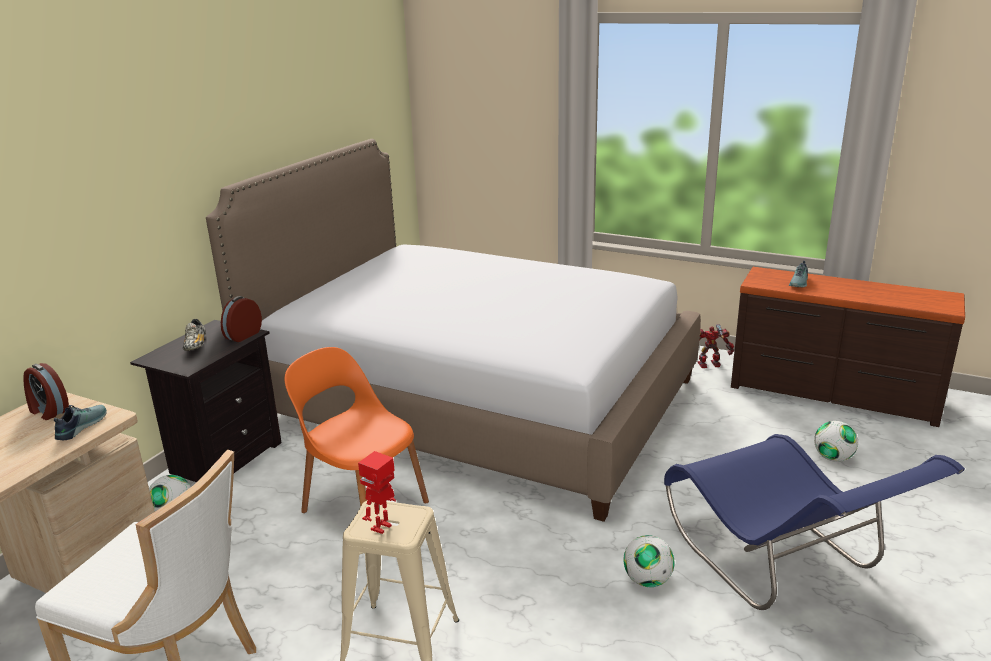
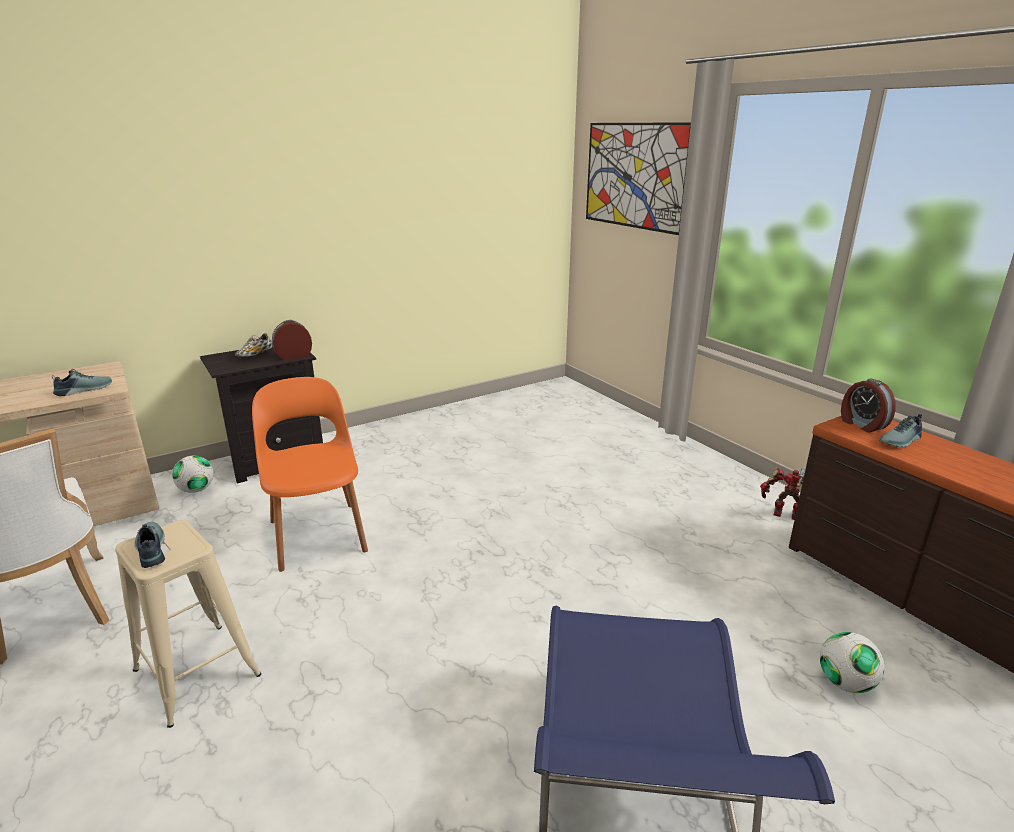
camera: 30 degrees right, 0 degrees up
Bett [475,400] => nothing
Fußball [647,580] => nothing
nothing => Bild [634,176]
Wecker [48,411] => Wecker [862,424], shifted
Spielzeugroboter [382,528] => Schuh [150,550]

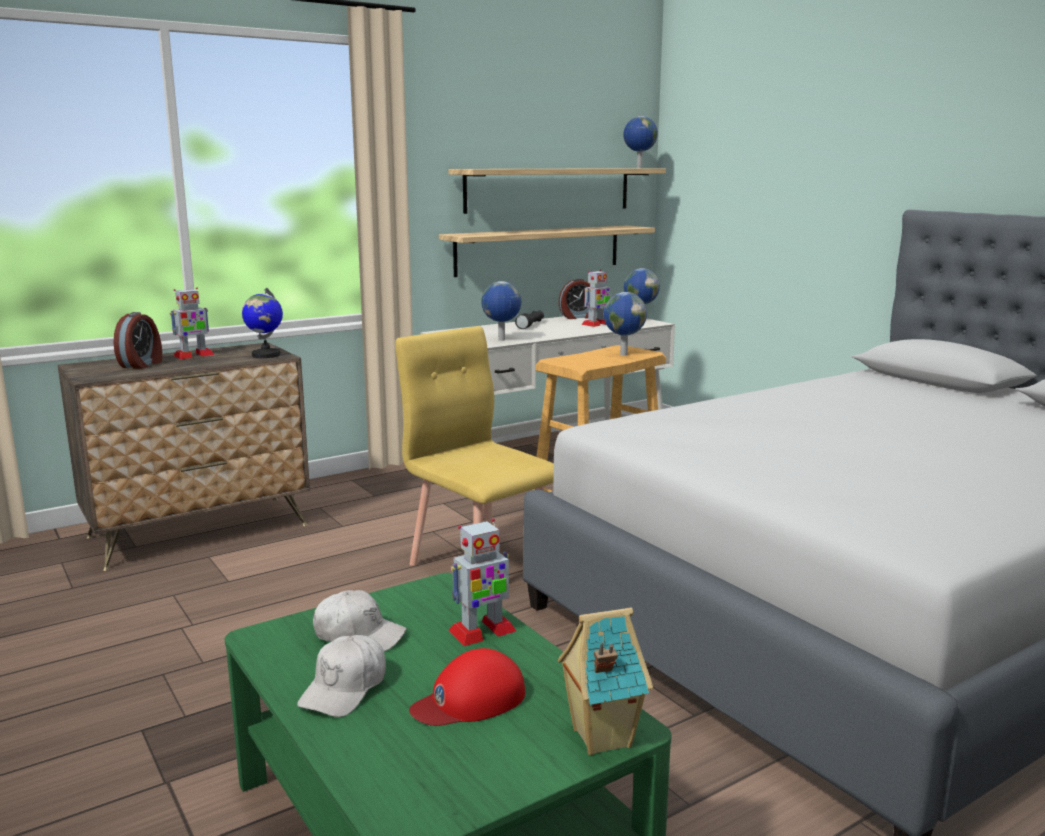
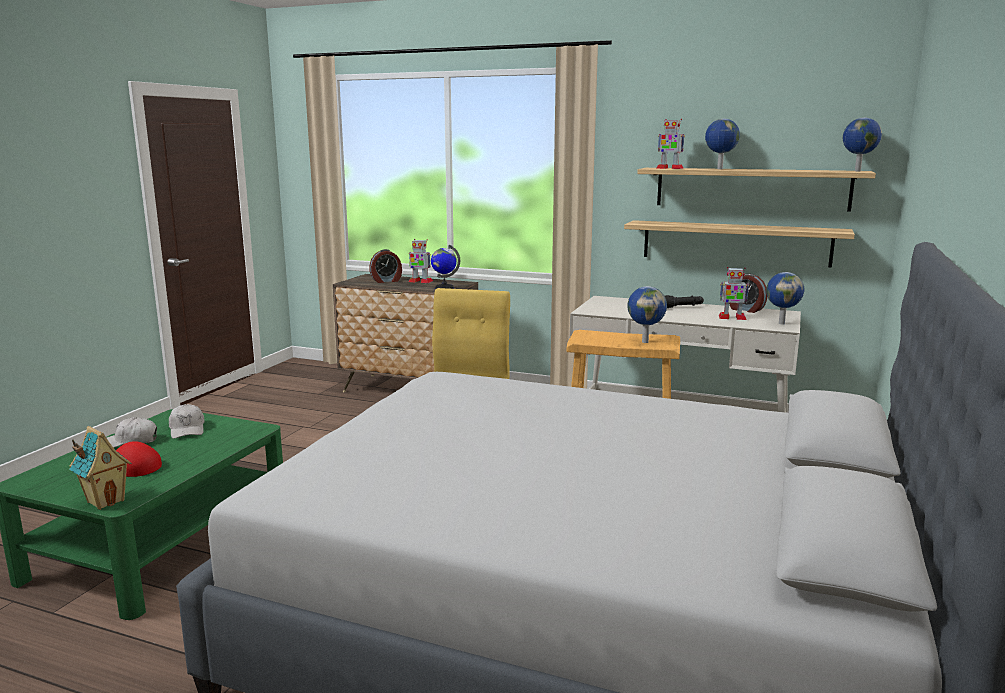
camera: 55 degrees right, 0 degrees up
Spielzeugroboter [481,631] => Spielzeugroboter [669,168], shifted
Globus [501,340] => Globus [719,169], shifted

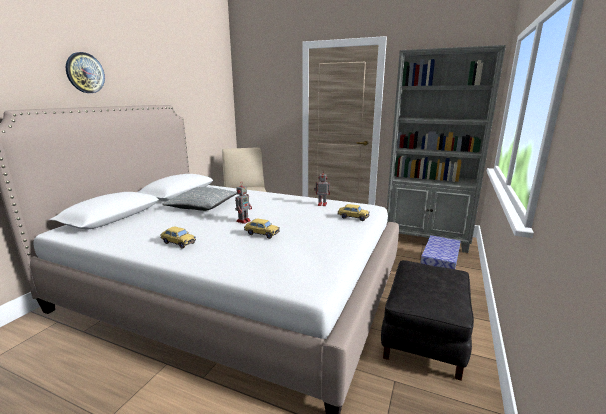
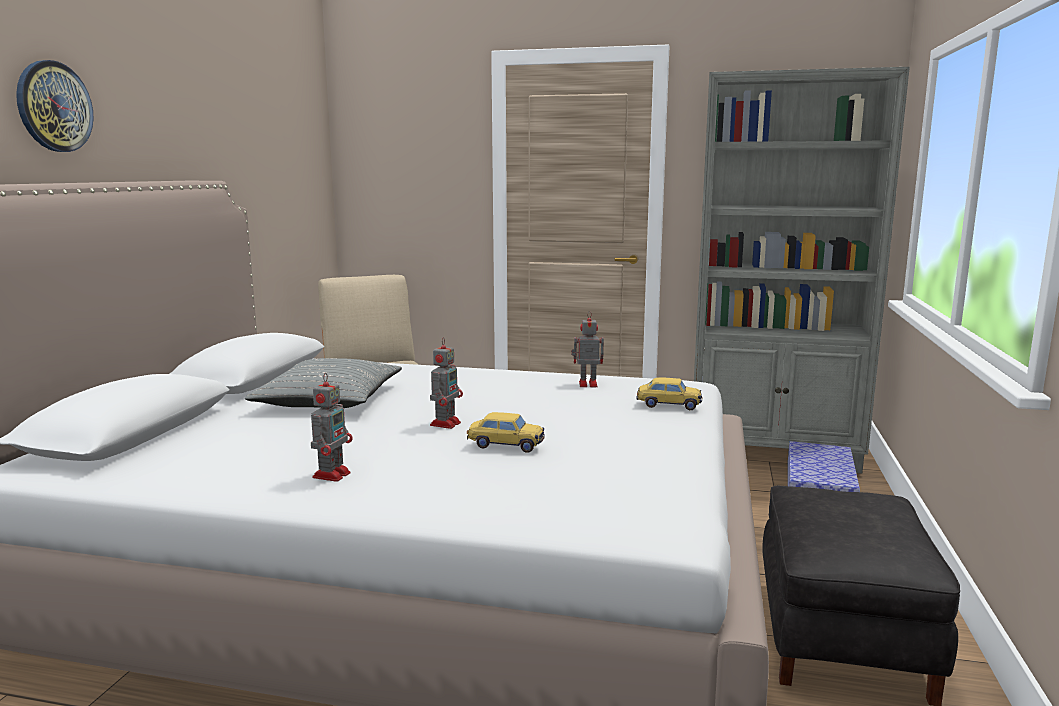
camera: 10 degrees left, 5 degrees down
Spielzeugauto [178,243] => Spielzeugroboter [332,474]

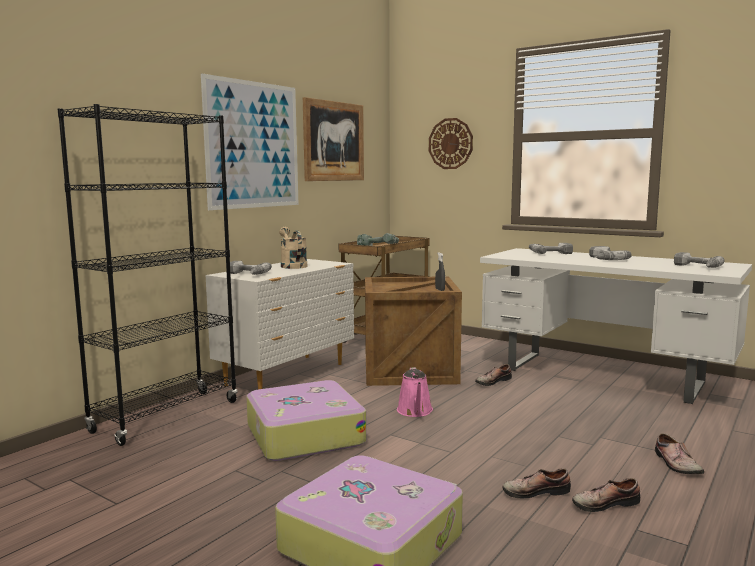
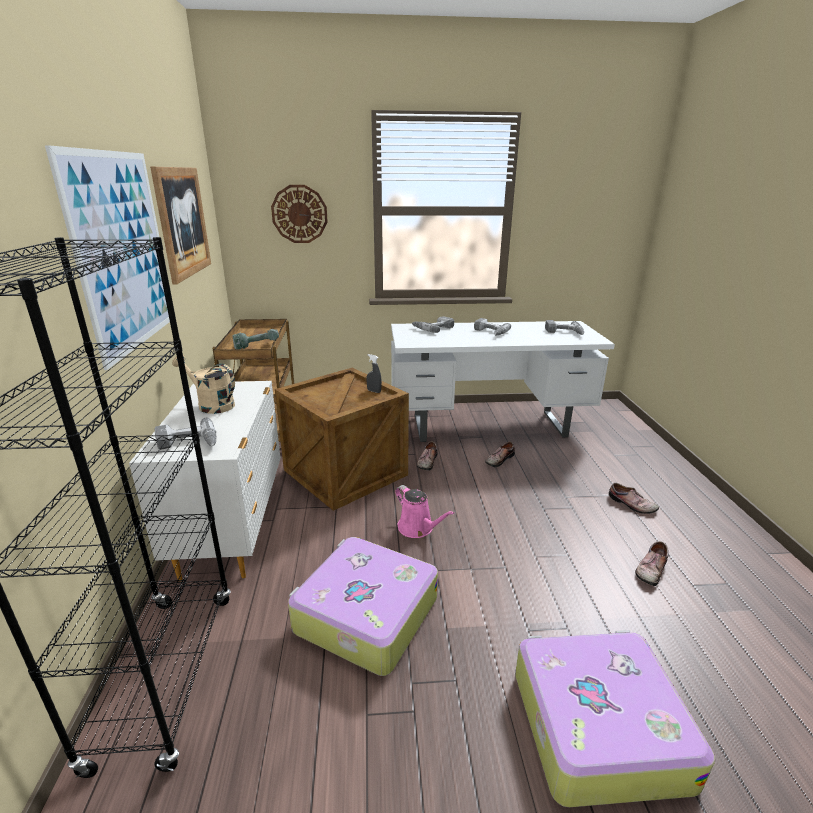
camera: 40 degrees left, 15 degrees up
Schuh [534,491] => Schuh [498,459], shifted

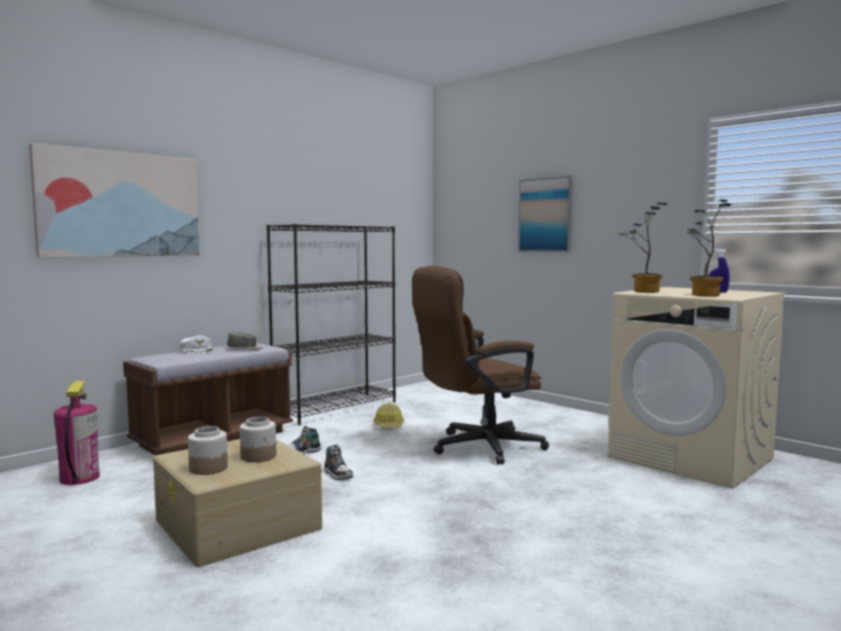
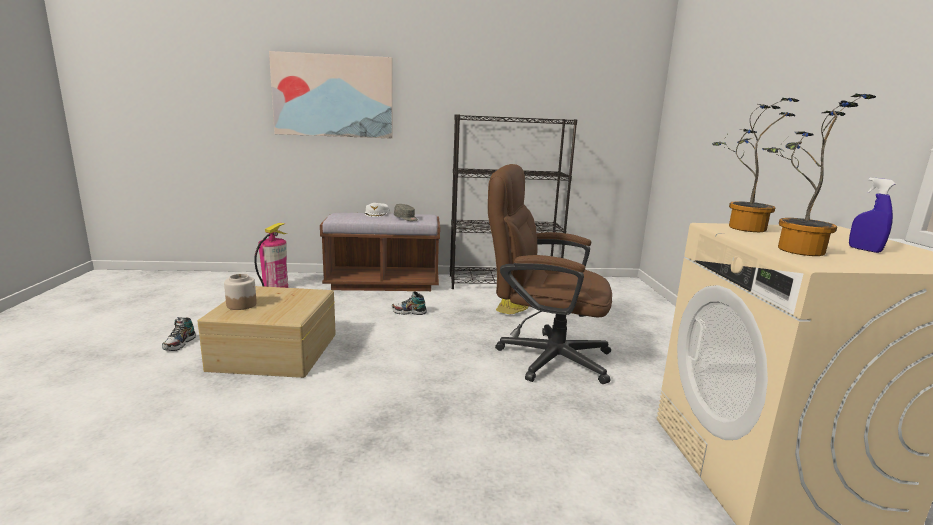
camera: 40 degrees right, 10 degrees up
Vorratsglas [259,456] => nothing
Bild [545,215] => nothing
Schuh [338,474] => Schuh [179,344], shifted

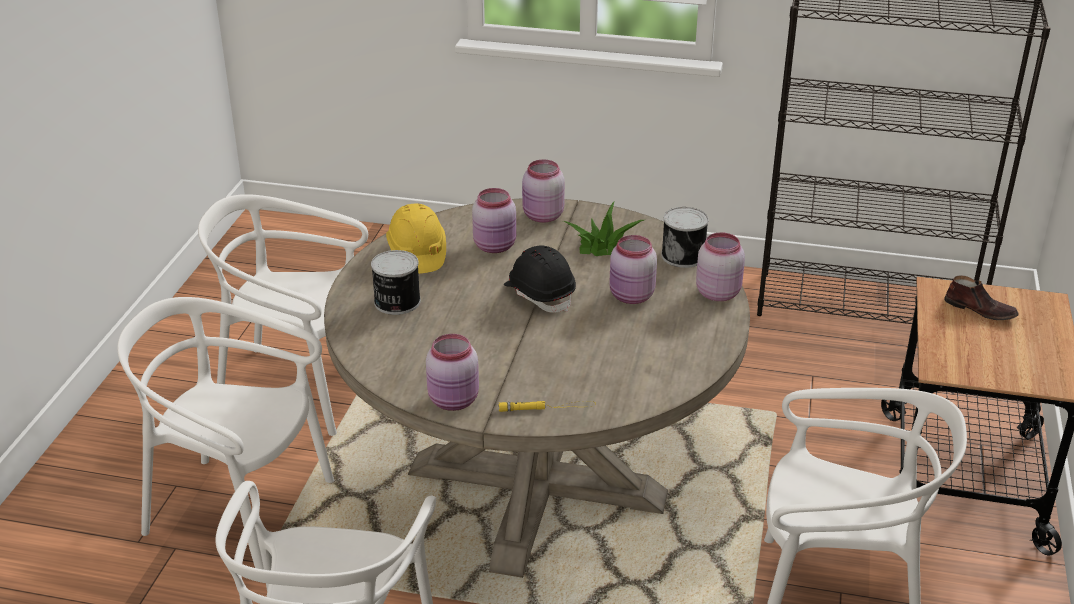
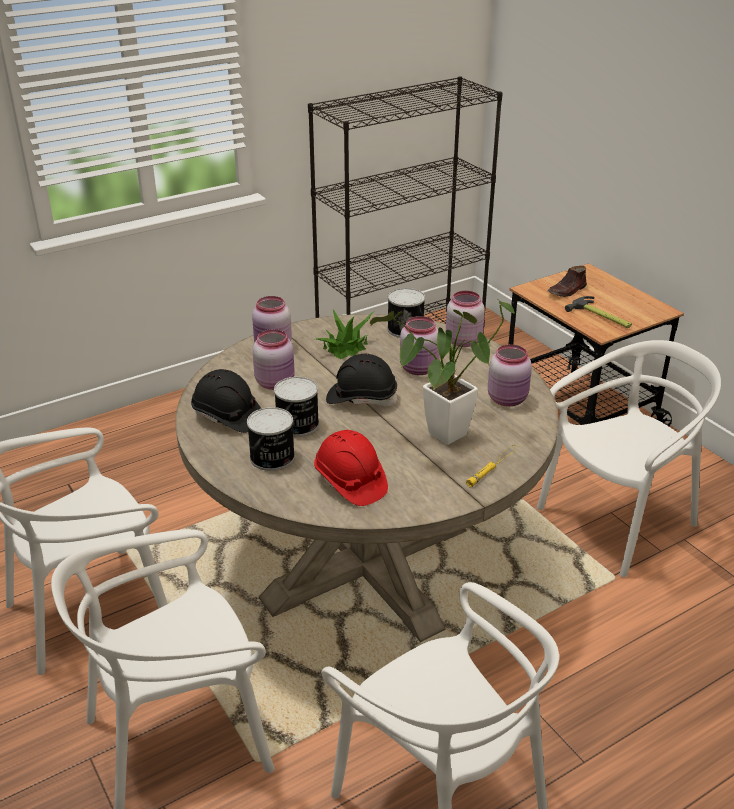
camera: 45 degrees left, 0 degrees up
nothing => Dose [297,425]
nothing => Schutzhelm [rot] [350,482]
nothing => Topfpflanze [440,437]
nothing => Hammer [601,317]
Vorratsglas [rosa] [454,401] => Vorratsglas [rosa] [508,399], shifted
Schutzhelm [gelb] [417,254] => Schutzhelm [schwarz] [227,417]
Schuh [braun] [980,310] => Schuh [braun] [567,291], 150 degrees clockwise

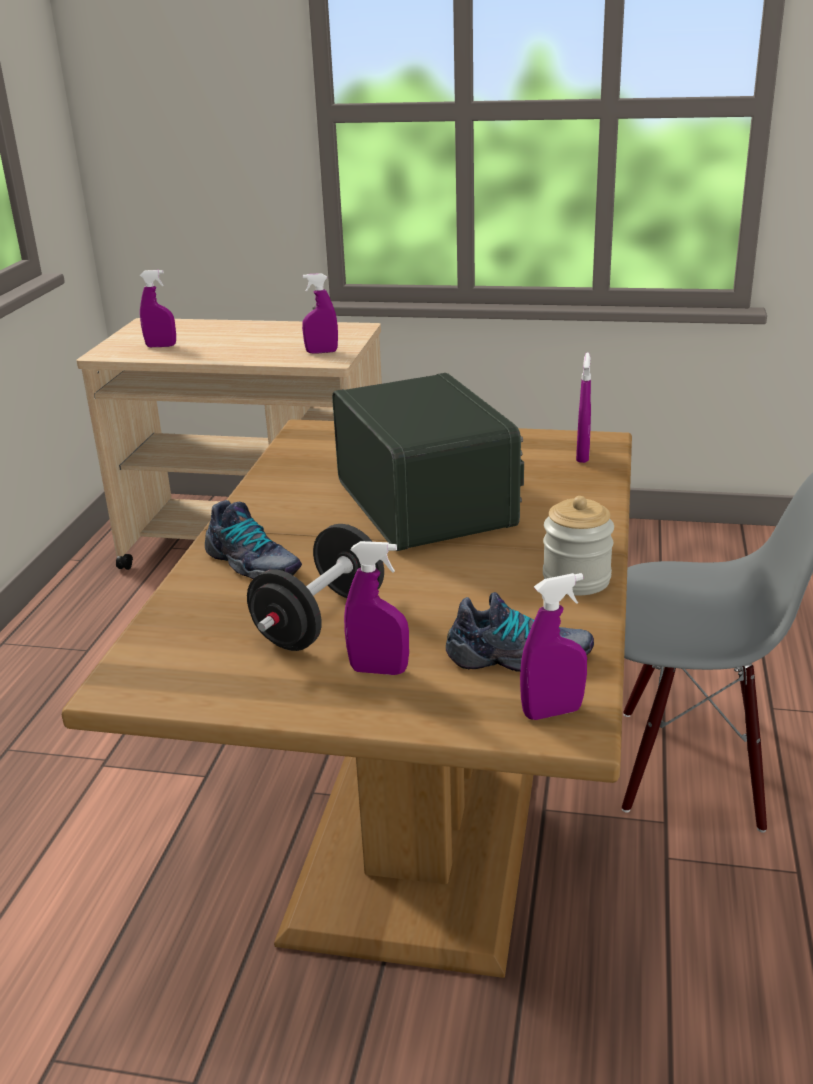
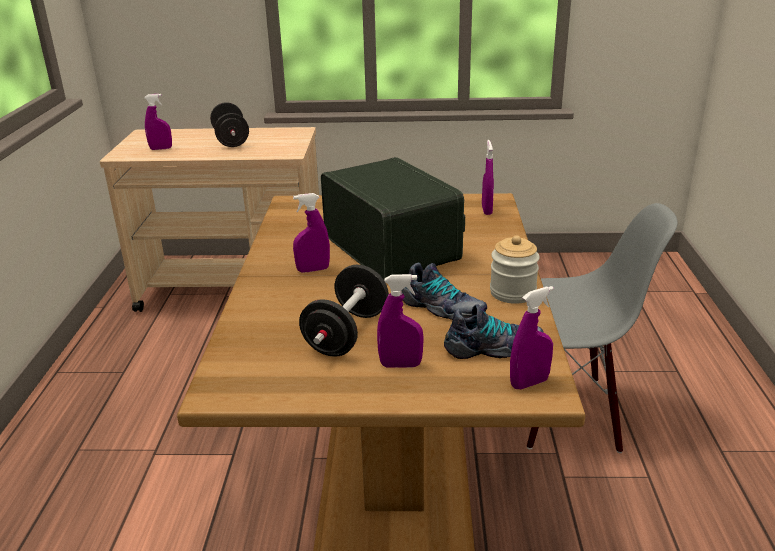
camera: 10 degrees left, 0 degrees up
nothing => Hantel [schwarz] [231,140]
Schuh [251,564] => Schuh [442,308], shifted
Sprühflasche [lila] [321,352] => Sprühflasche [lila] [313,270], shifted

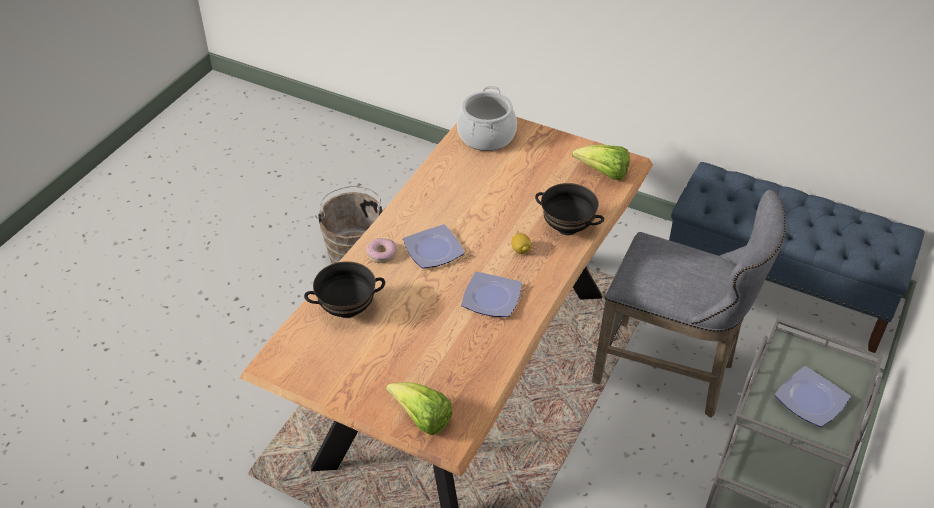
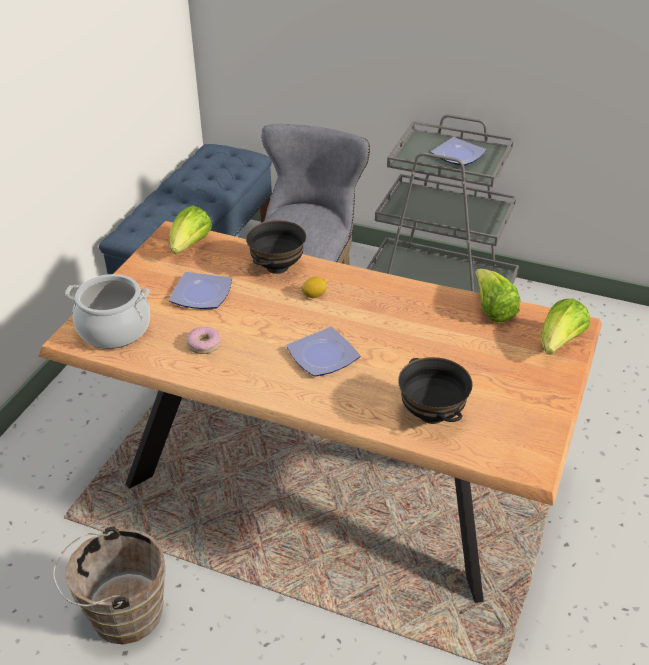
camera: 95 degrees left, 5 degrees down
nothing => Salatkopf [492,309]
Donut [382,254] => Donut [204,344], shifted
Teller [490,298] => Teller [202,295], shifted

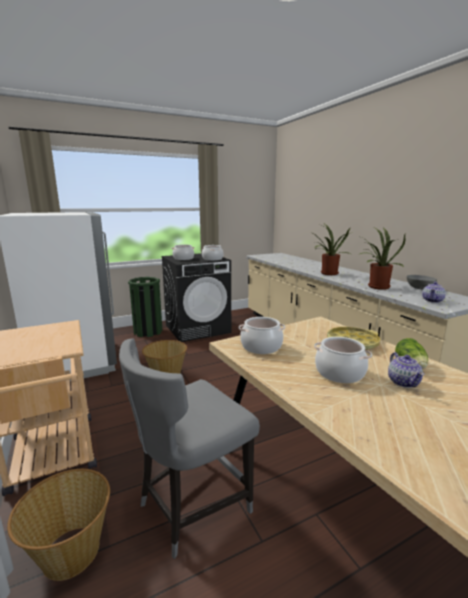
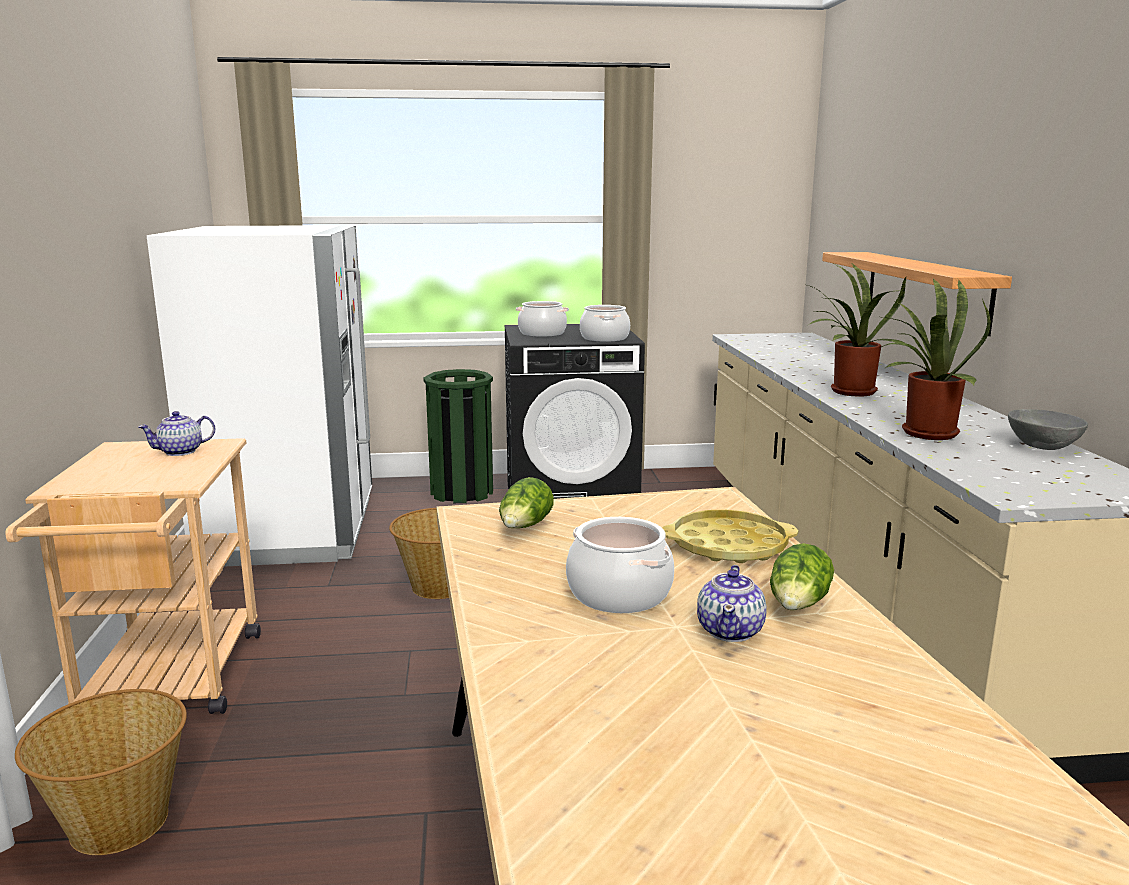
camera: 20 degrees right, 0 degrees up
Stuhl [grau] [191,506] => nothing
nothing => Wandregal [925,289]
Teekanne [432,300] => Teekanne [181,452], shifted
Kochtopf [261,347] => Salatkopf [525,527]

